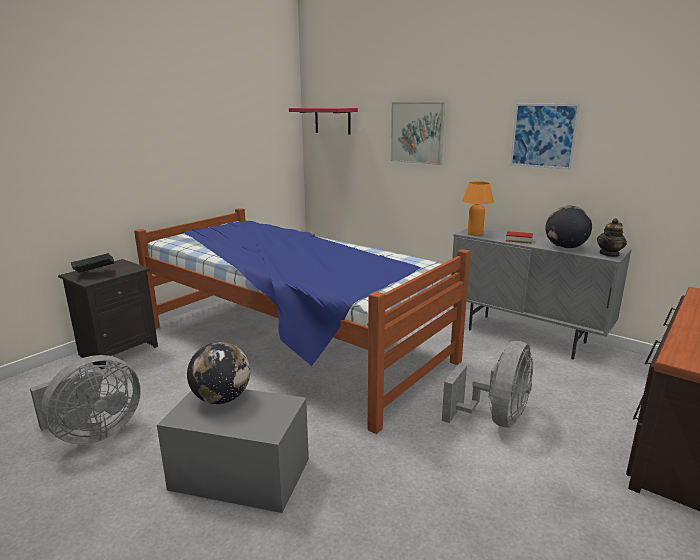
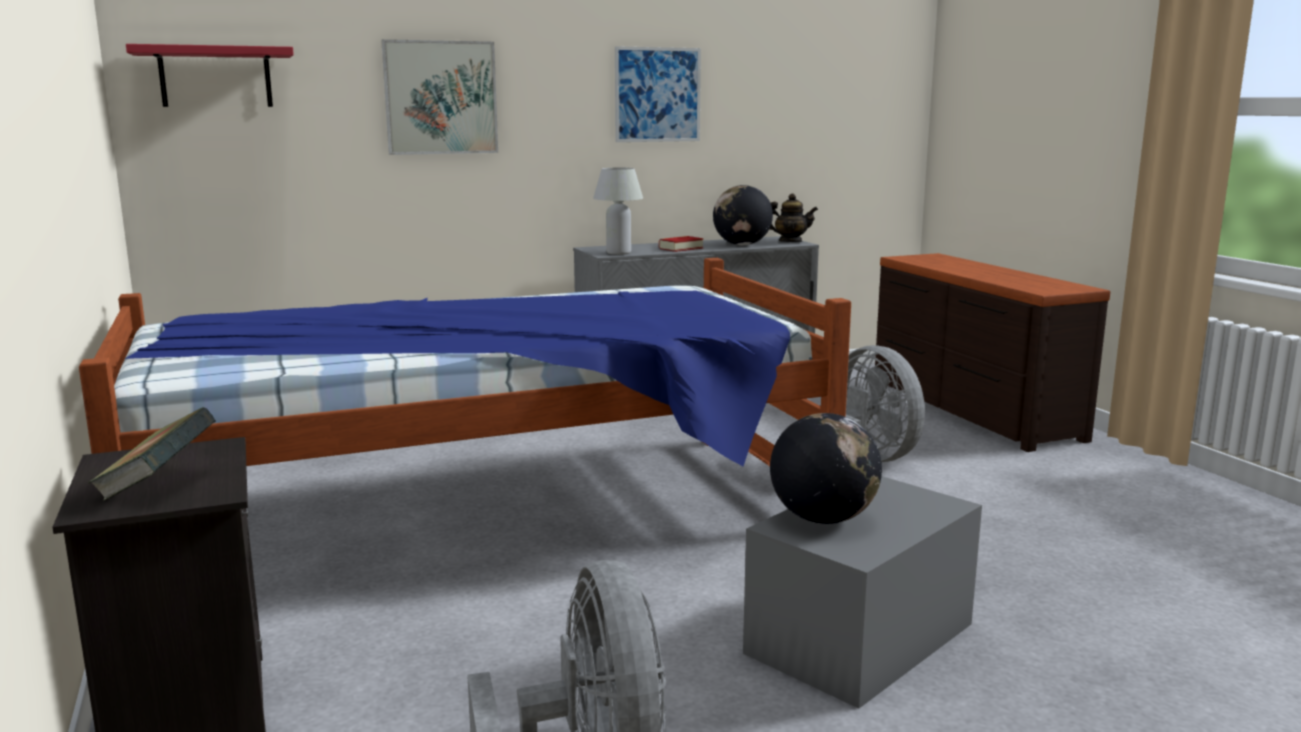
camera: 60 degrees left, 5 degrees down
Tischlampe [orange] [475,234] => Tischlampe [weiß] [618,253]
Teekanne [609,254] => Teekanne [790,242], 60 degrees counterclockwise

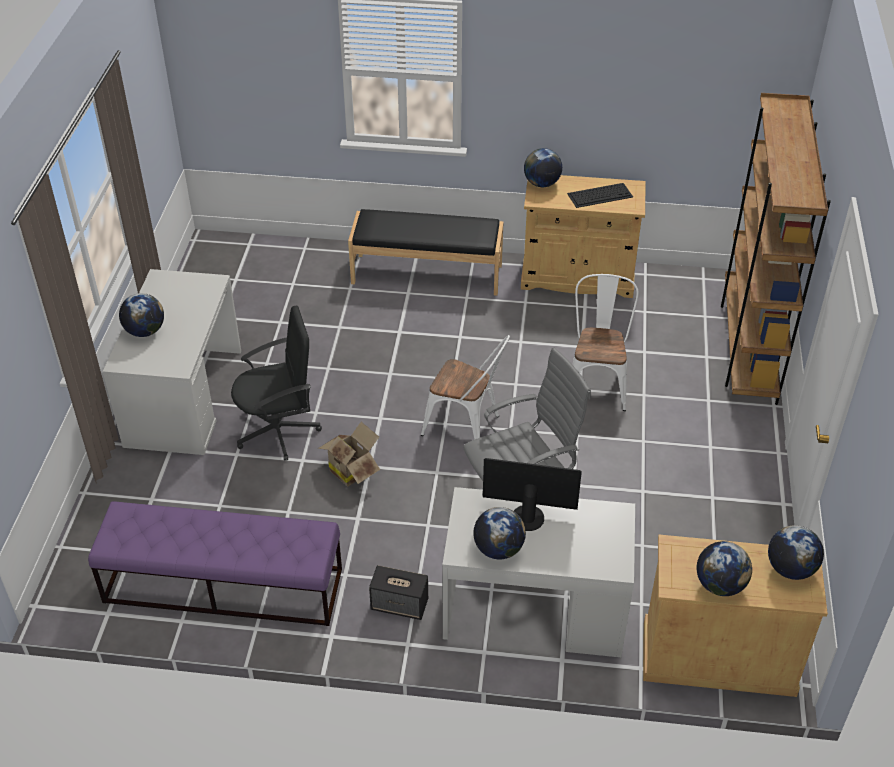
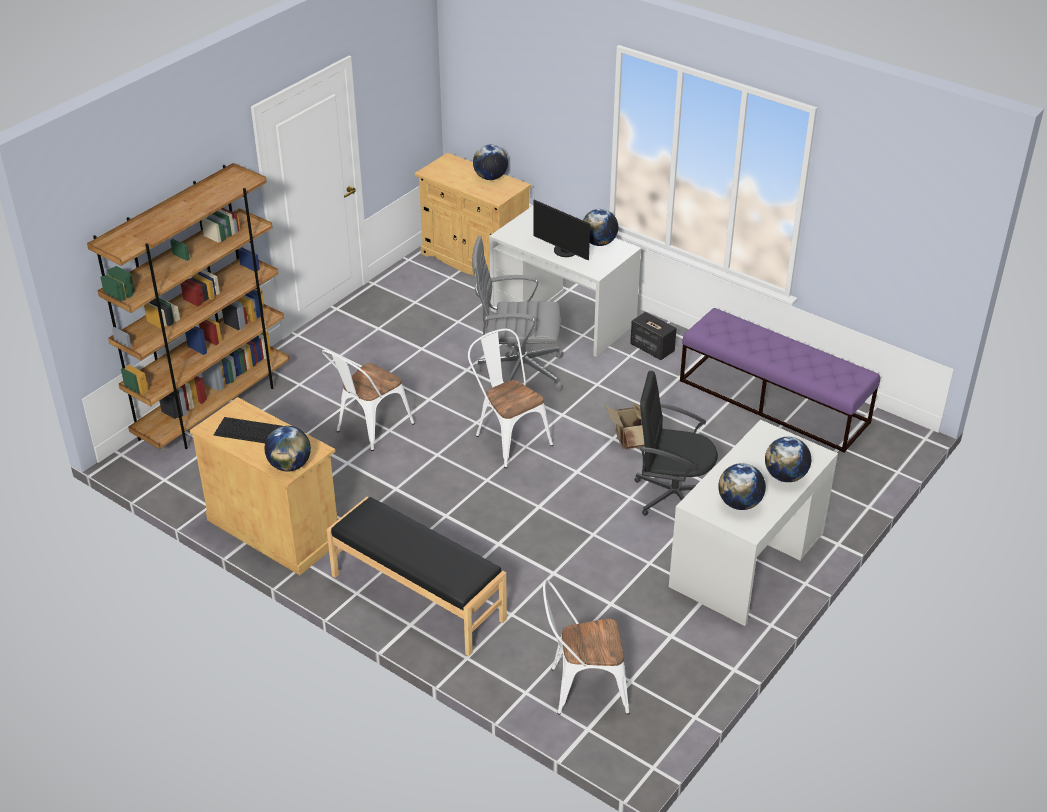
camera: 150 degrees left, 5 degrees down
nothing => Stuhl [weiß] [581,688]
Globus [790,568] => Globus [739,503], shifted

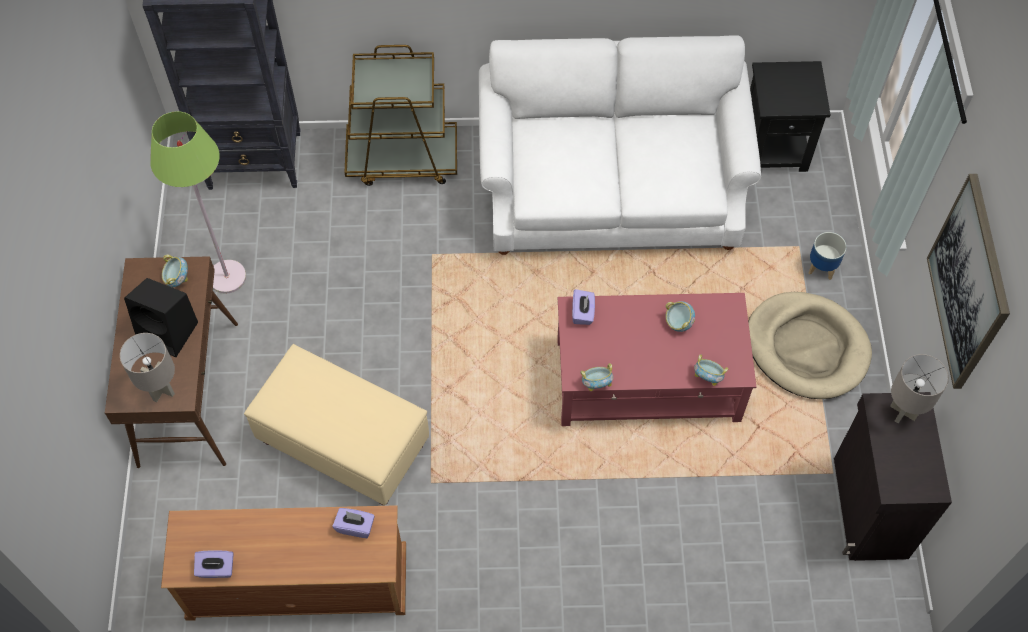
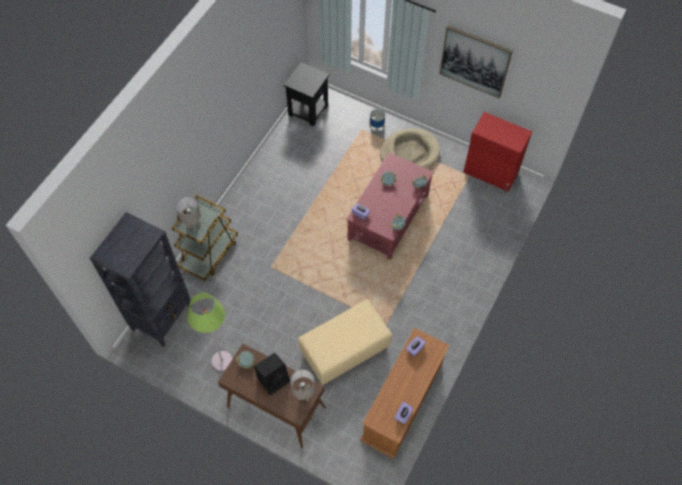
camera: 60 degrees left, 0 degrees up
Sofa [weiß] [612,189] => nothing
Tischlampe [grau] [903,412] => Tischlampe [grau] [193,226], shifted
Schrank [schwarz] [868,508] => Schrank [rot] [490,173]

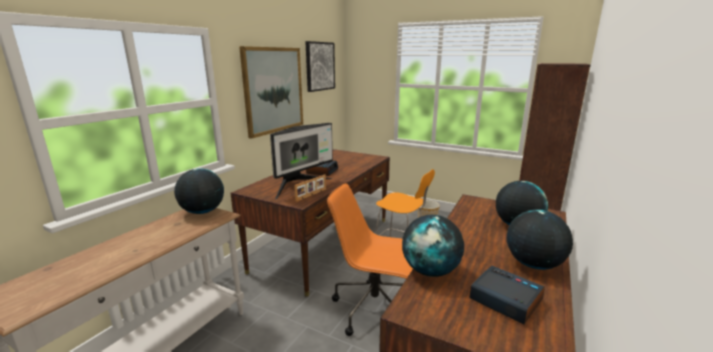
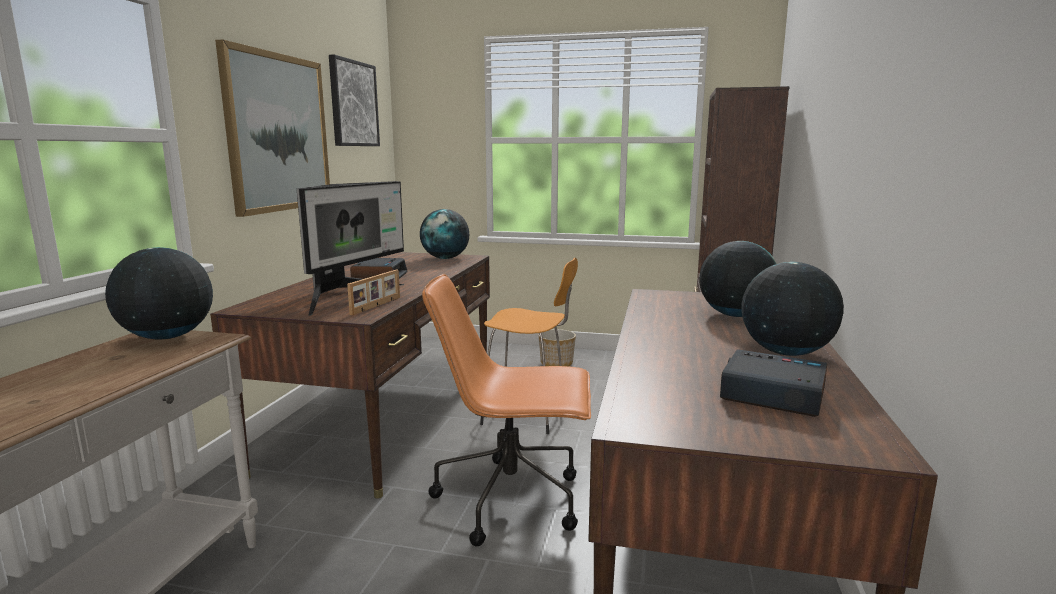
camera: 15 degrees left, 5 degrees down
Globus [430,271] => Globus [445,258], shifted

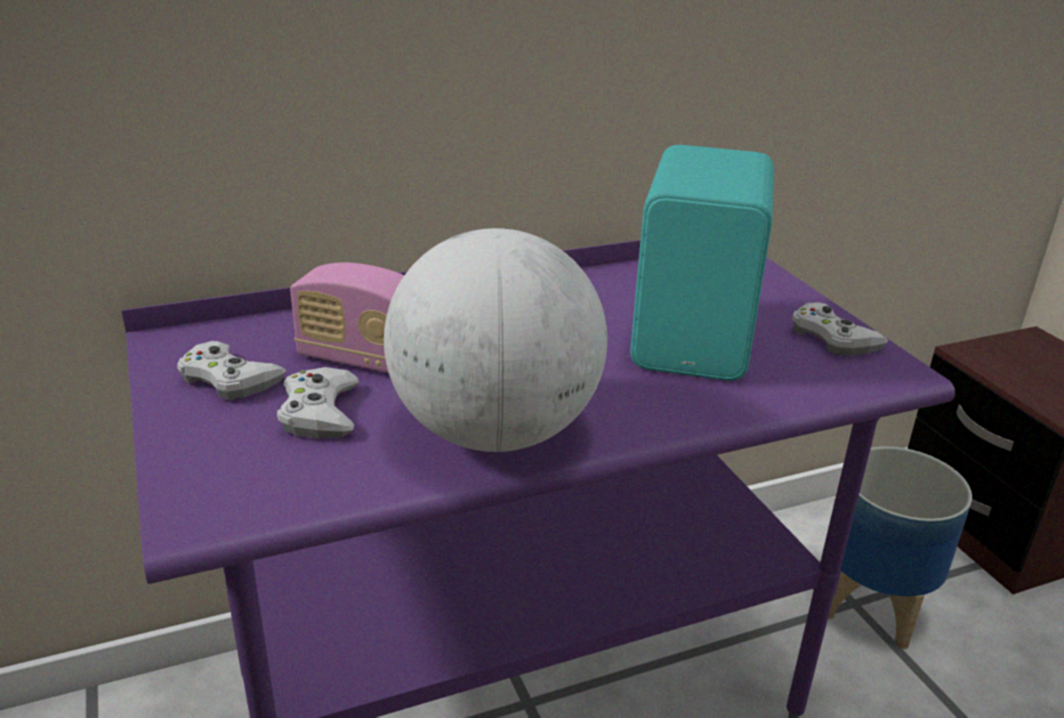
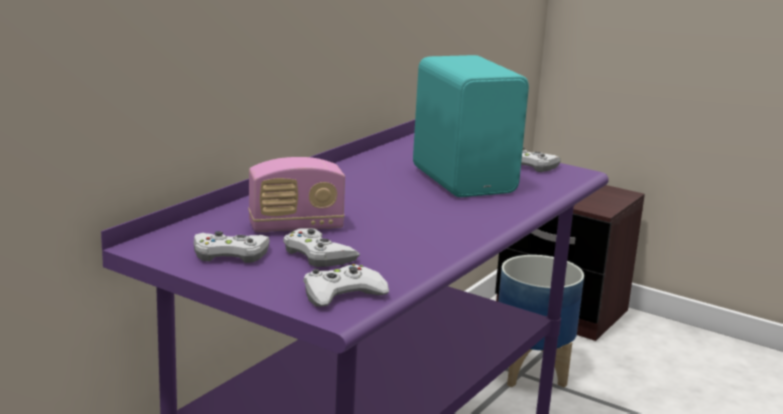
camera: 35 degrees left, 10 degrees down
Globus [495,432] => nothing
nothing => Gamepad [weiß] [342,294]

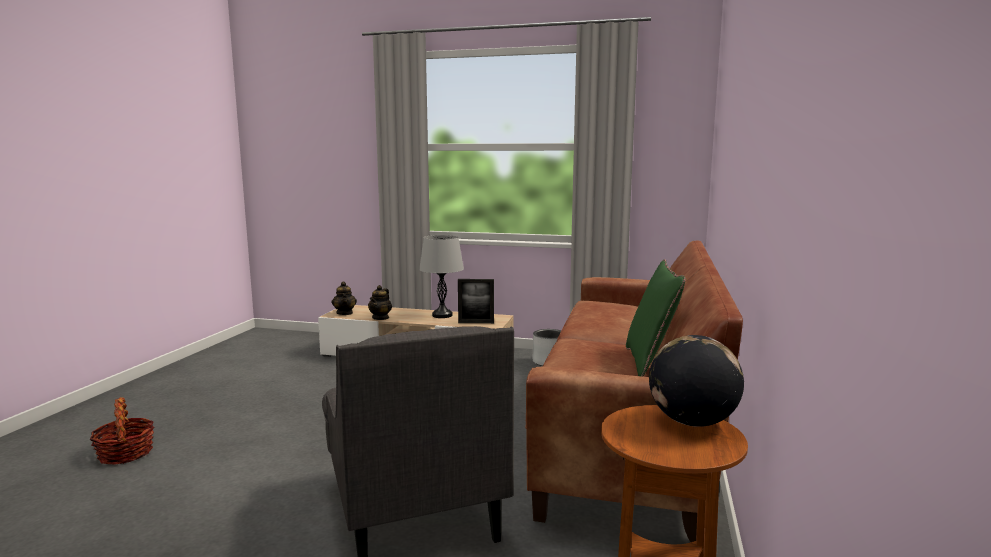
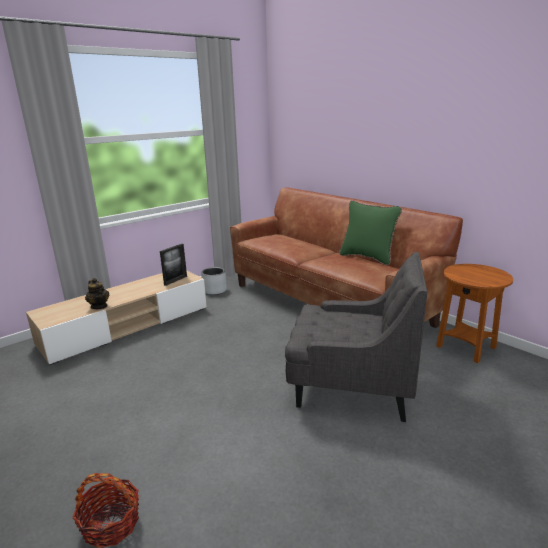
camera: 55 degrees left, 10 degrees up
Teekanne [345,313] => nothing
Tischlampe [grau] [442,315] => nothing
Globus [692,422] => nothing

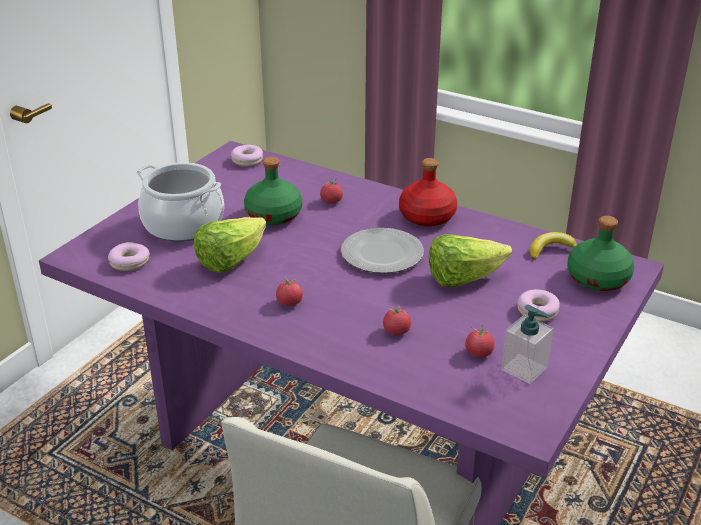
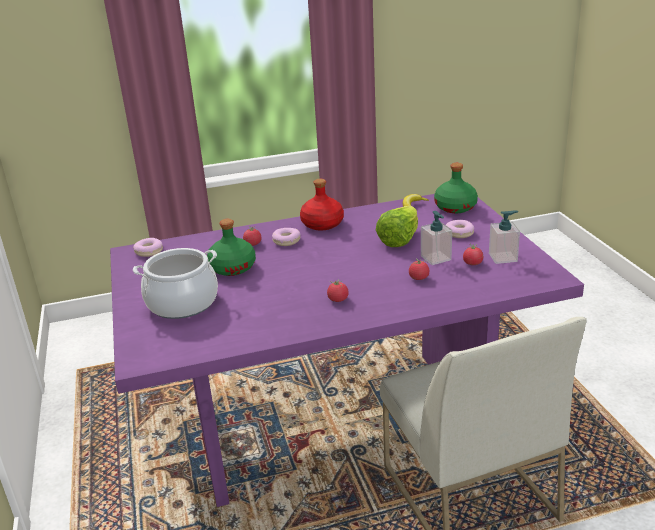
camera: 45 degrees left, 5 degrees down
Salatkopf [230,261] => nothing
Teller [381,253] => nothing
nothing => Seifenspender [436,258]
Donut [129,262] => Donut [286,241], shifted

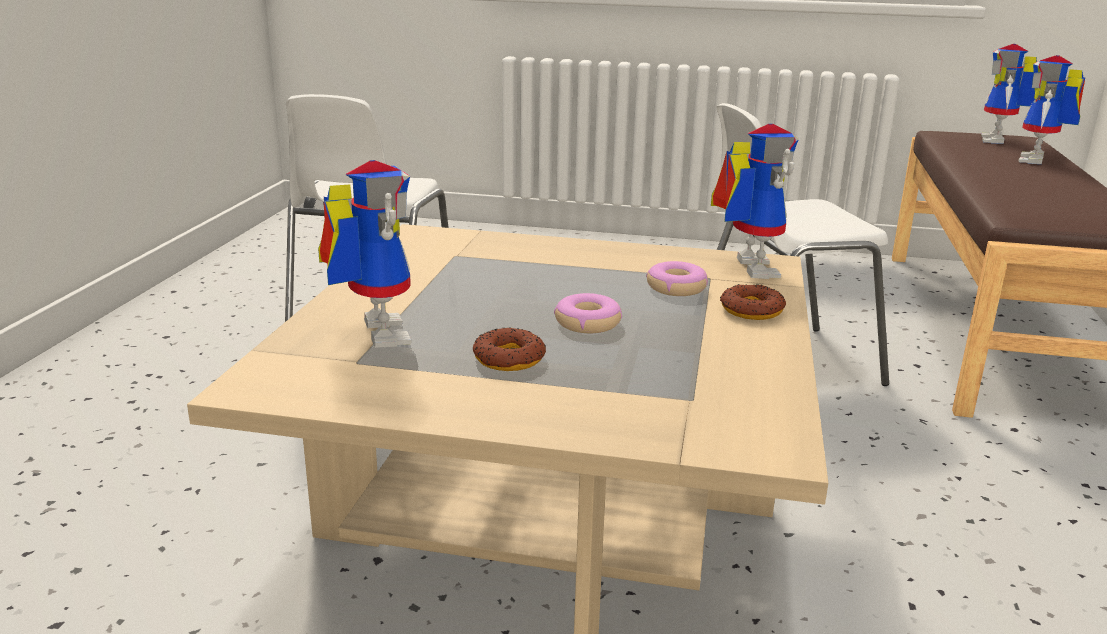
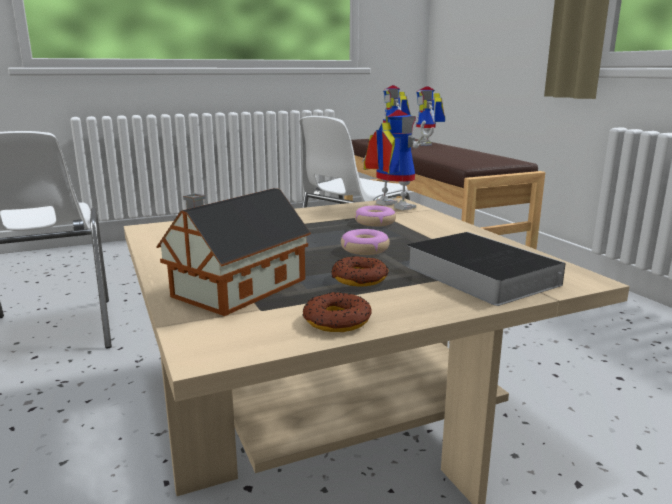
camera: 35 degrees left, 5 degrees down
nothing => Buch [475,274]
Donut [751,310] => Donut [336,320], shifted
Spielzeugroboter [372,332] => Spielzeughaus [235,289]

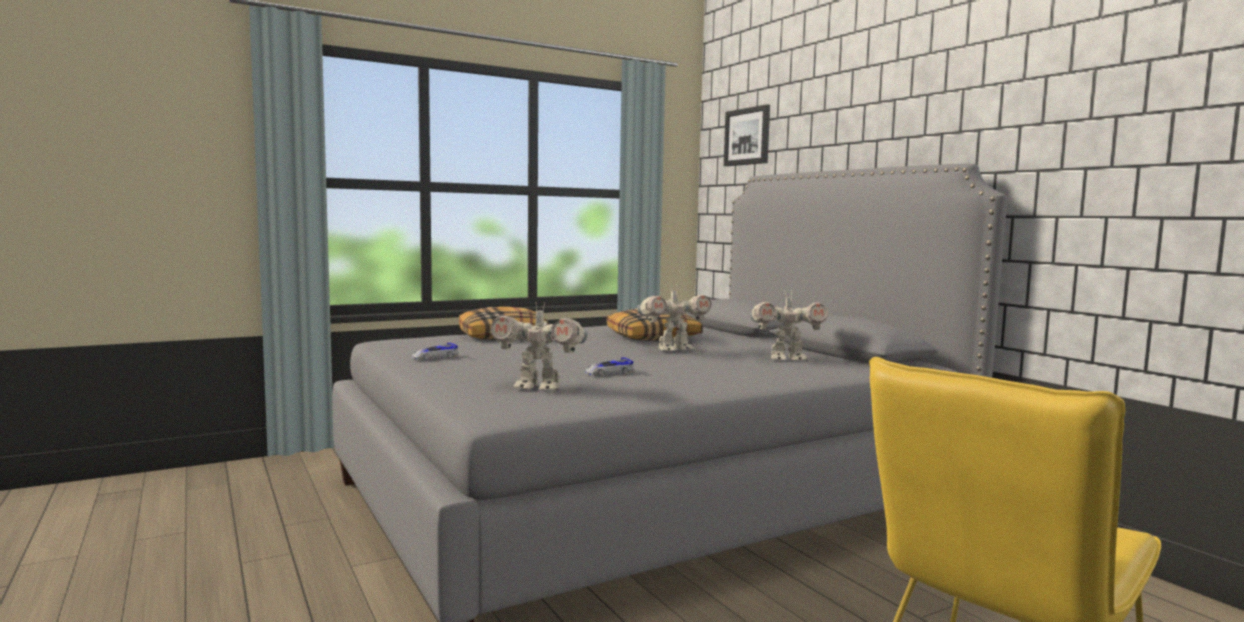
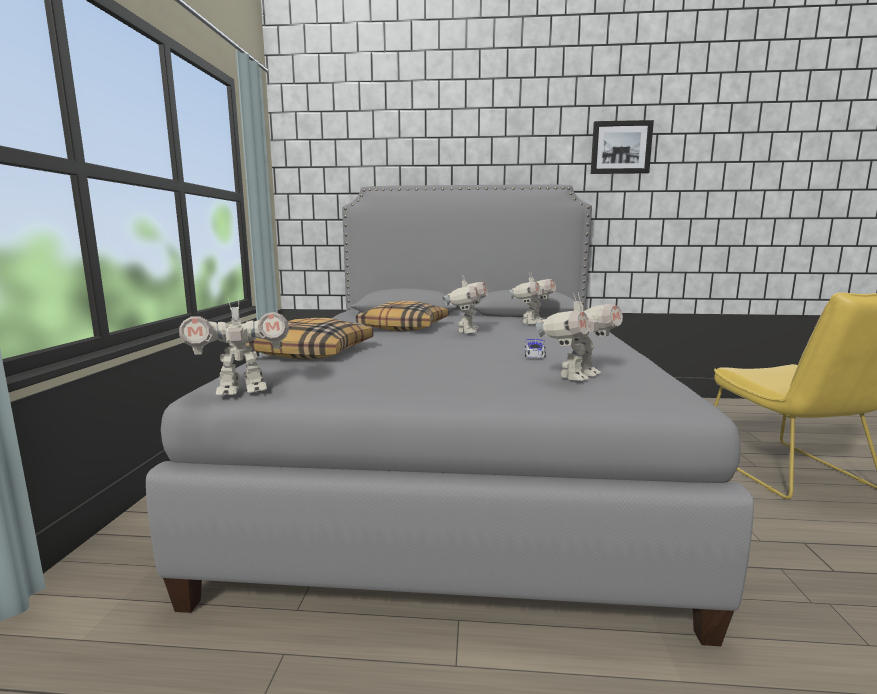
camera: 55 degrees left, 5 degrees up
Spielzeugauto [434,357] => nothing
nothing => Spielzeugroboter [242,390]
Bild [747,136] => Bild [620,147], shifted

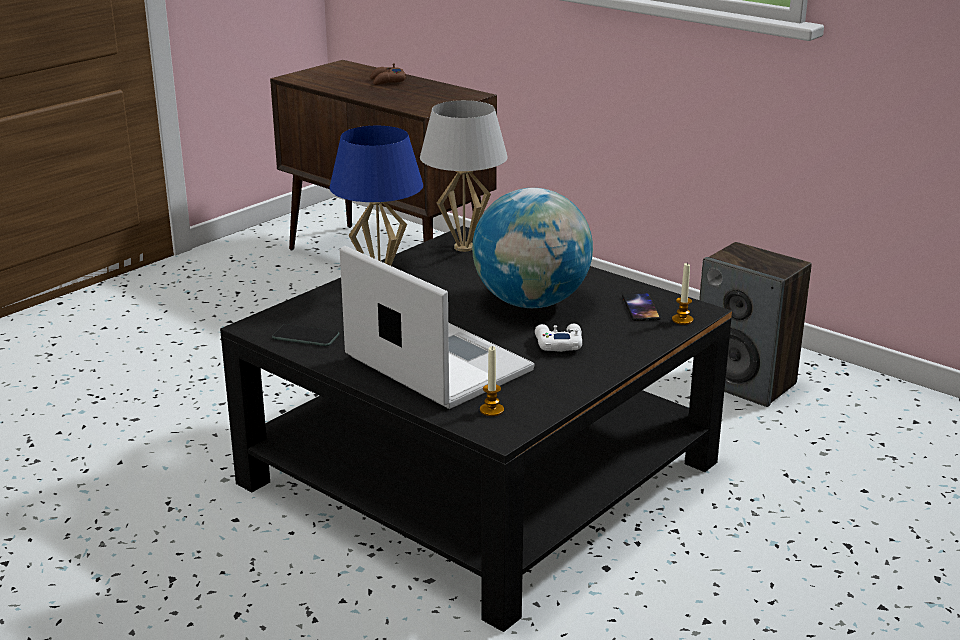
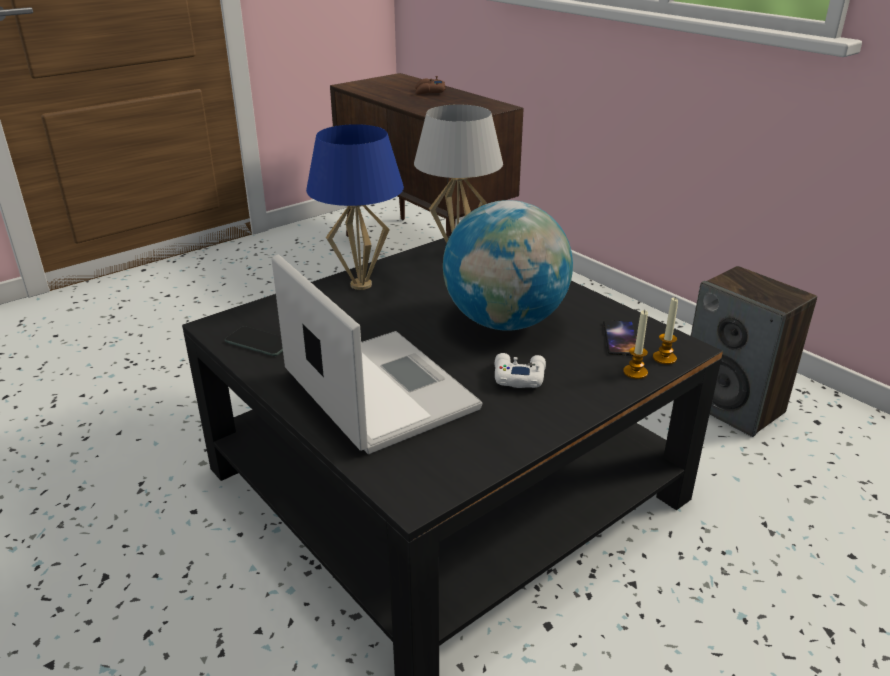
camera: 10 degrees right, 5 degrees up
Kerze [491,410] => Kerze [635,372], shifted

